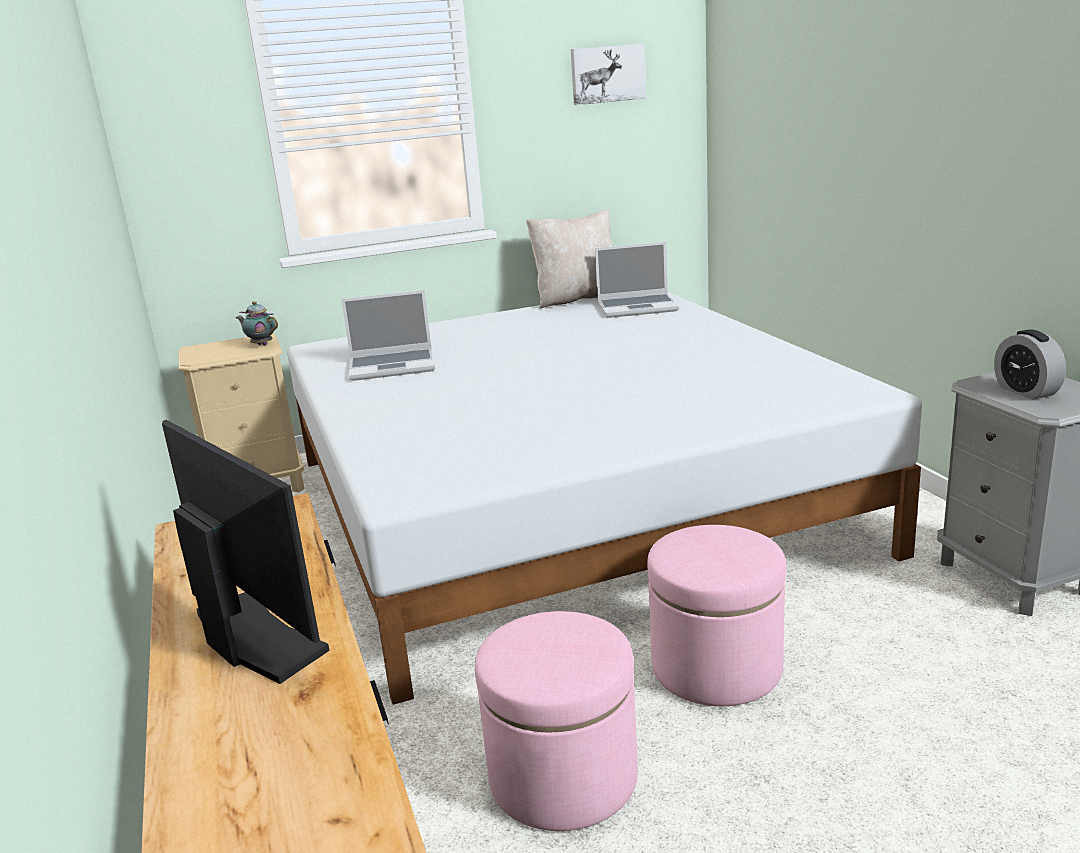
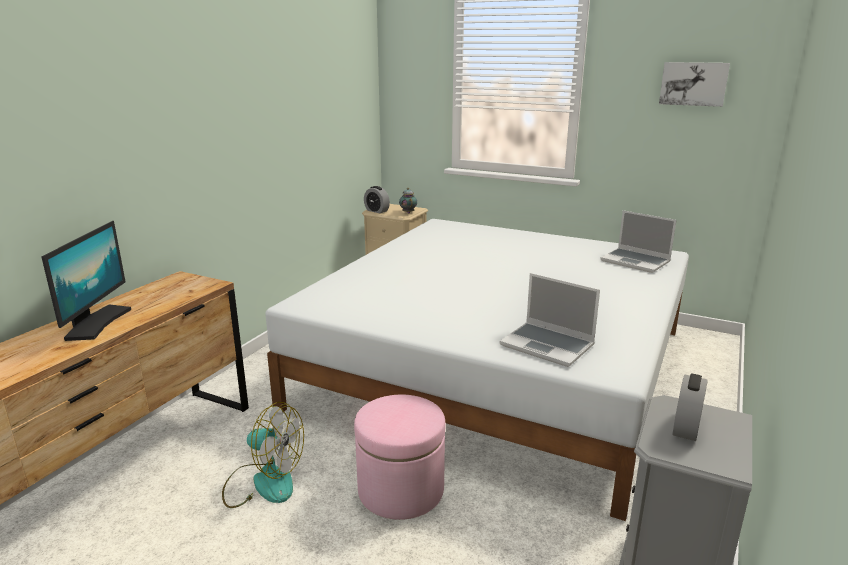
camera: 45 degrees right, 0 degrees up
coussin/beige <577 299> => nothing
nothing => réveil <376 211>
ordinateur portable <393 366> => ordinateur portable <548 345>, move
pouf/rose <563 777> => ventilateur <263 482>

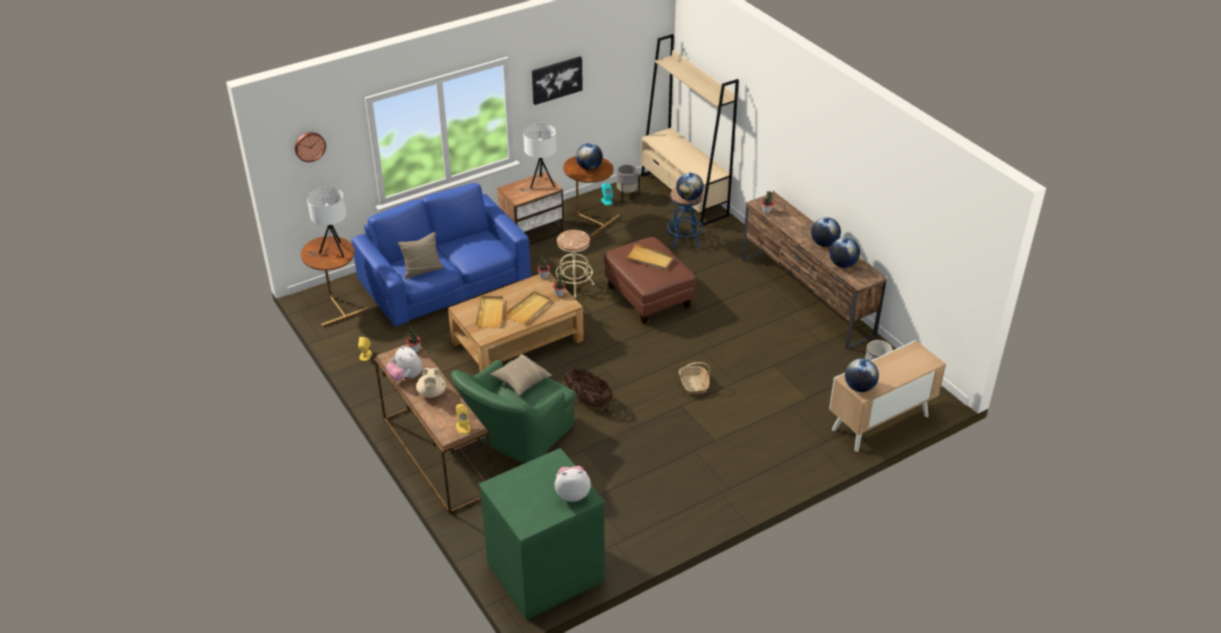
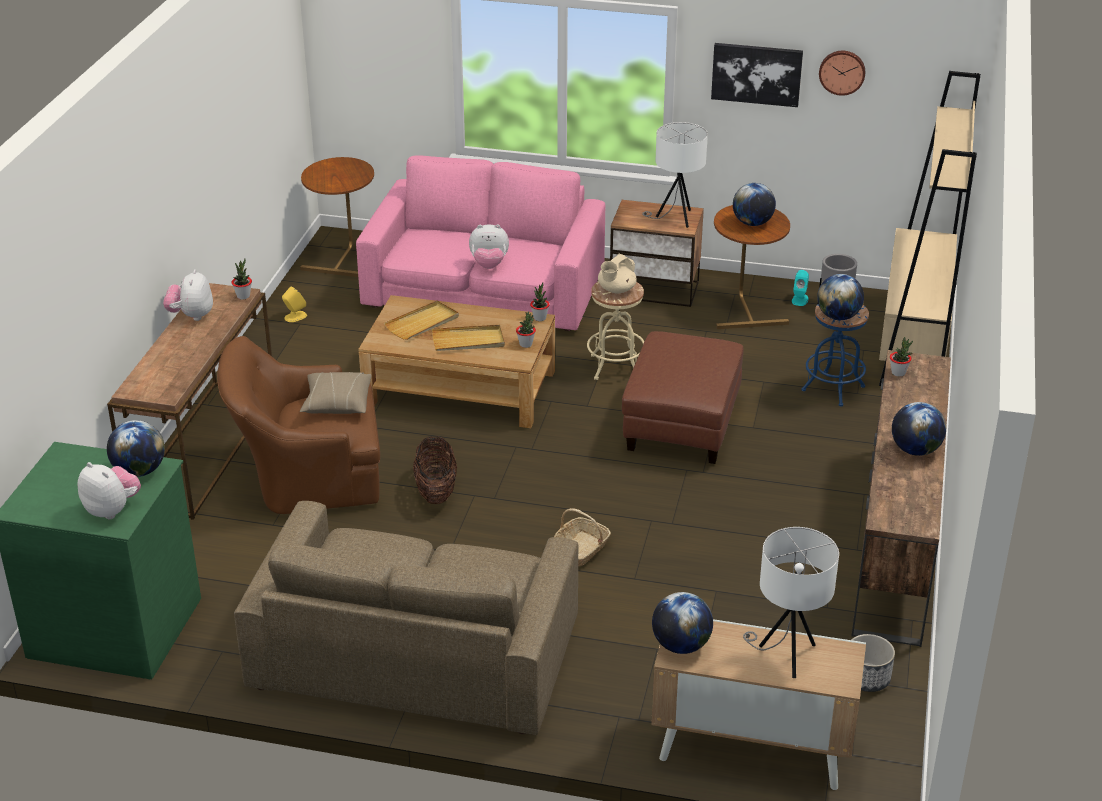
camera: 45 degrees right, 5 degrees down
coussin/beige <422 270> => nothing
enceinte/jaune <463 427> => nothing
plateau/beige <649 259> => nothing
nothing => canapé/marron <415 652>
nothing => peluche <489 265>
horloge murale <309 146> => horloge murale <842 72>, move
lampe de table/blanc <332 252> => lampe de table/blanc <786 655>, move
théière/beige <431 393> => théière/beige <616 290>, move
globe <842 264> => globe <139 471>, move
canapé/bleu <445 280> => canapé/rose <484 289>
fauteuil/vert <515 435> => fauteuil/marron <306 476>

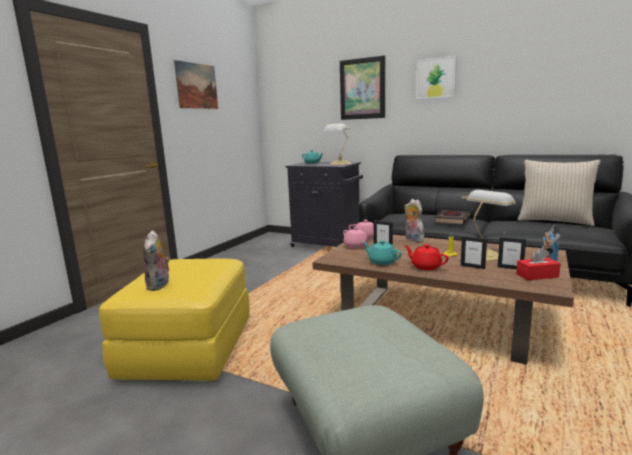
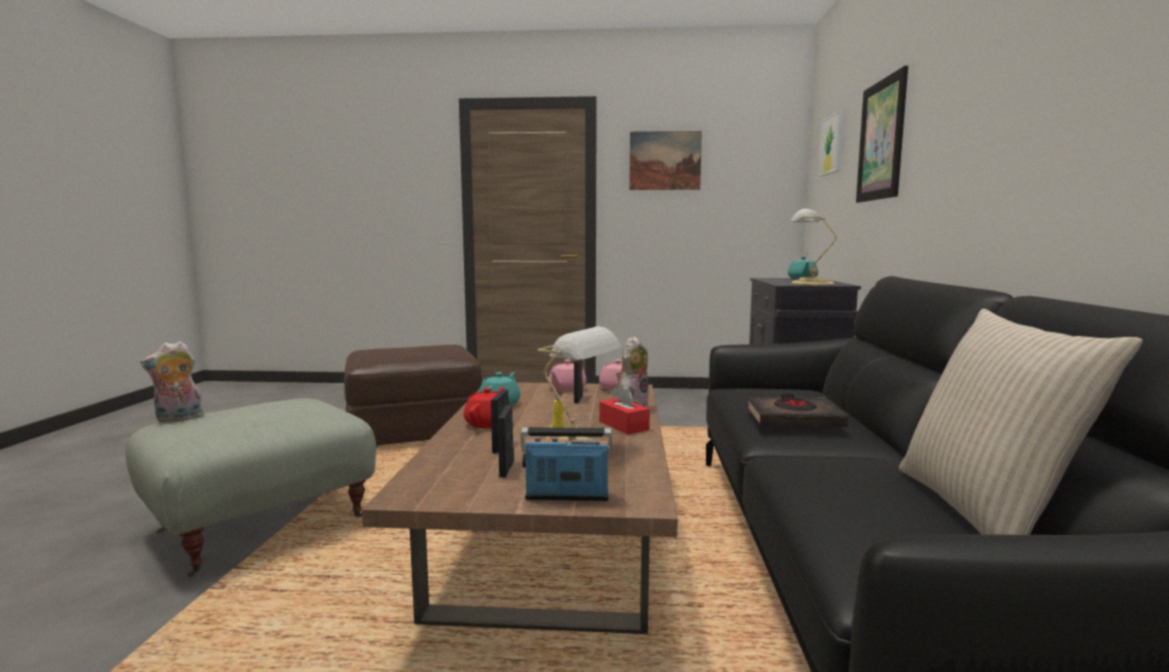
camera: 65 degrees right, 5 degrees down
peluche <159 286> => peluche <178 419>, move
tableau <436 78> => tableau <832 144>, move
boîte à mouchoirs/rouge <537 275> => boîte à mouchoirs/rouge <623 425>, move
pouf/jaune <188 348> => pouf/marron <415 430>

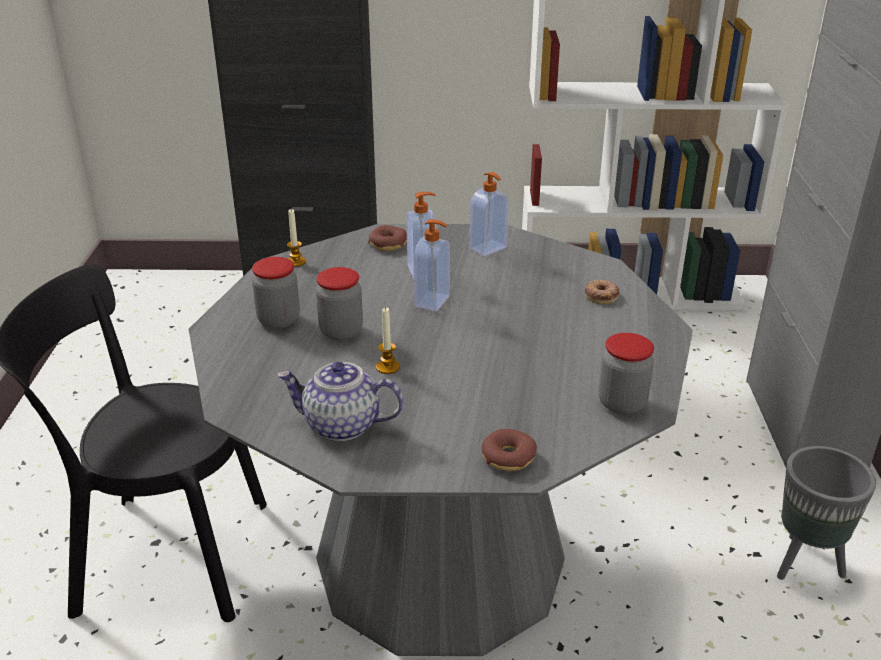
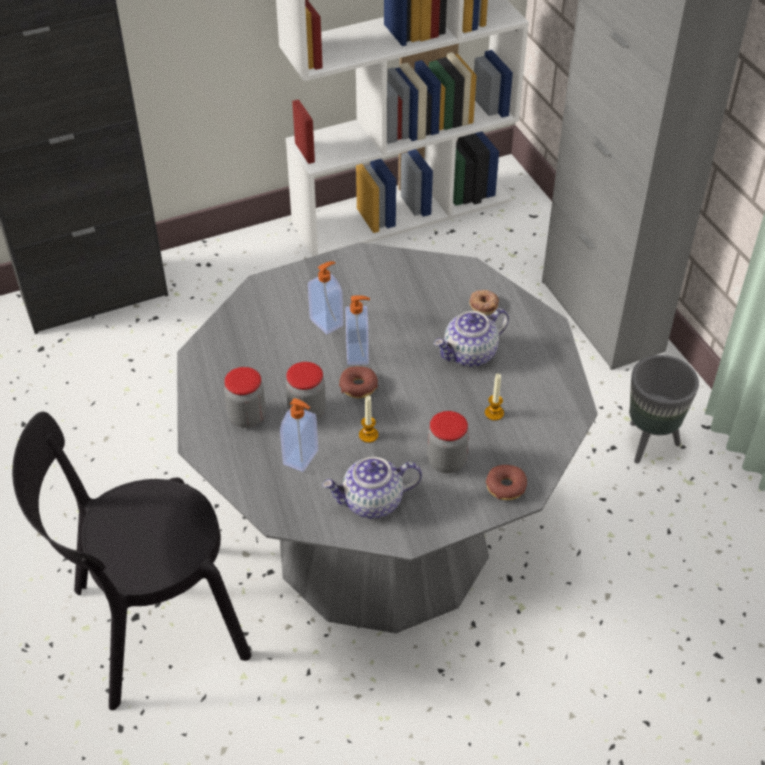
camera: 25 degrees left, 15 degrees up
nothing => théière <470 354>
bougie <296 262> => bougie <494 413>, move
beignet <388 244> => beignet <358 386>, move
distributeur de savon <488 248> => distributeur de savon <302 458>, move
bocal <622 403> => bocal <446 461>, move

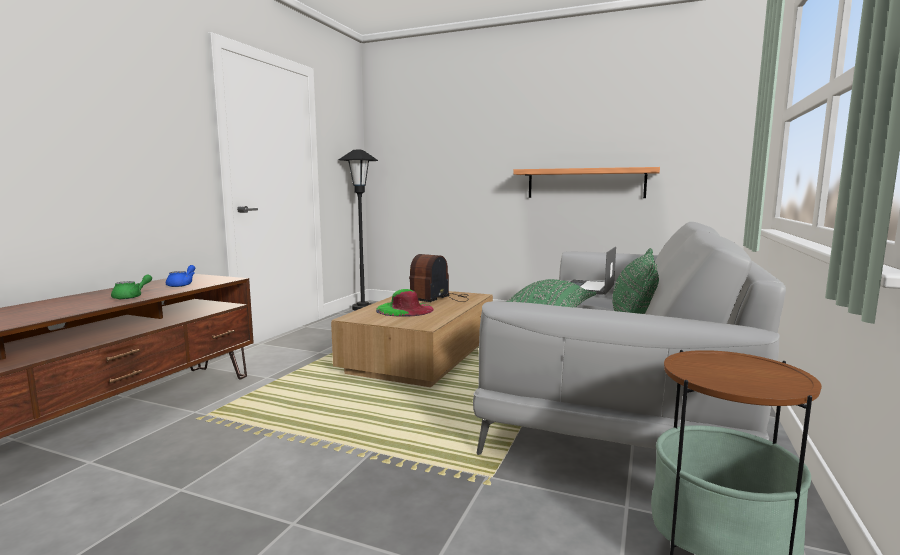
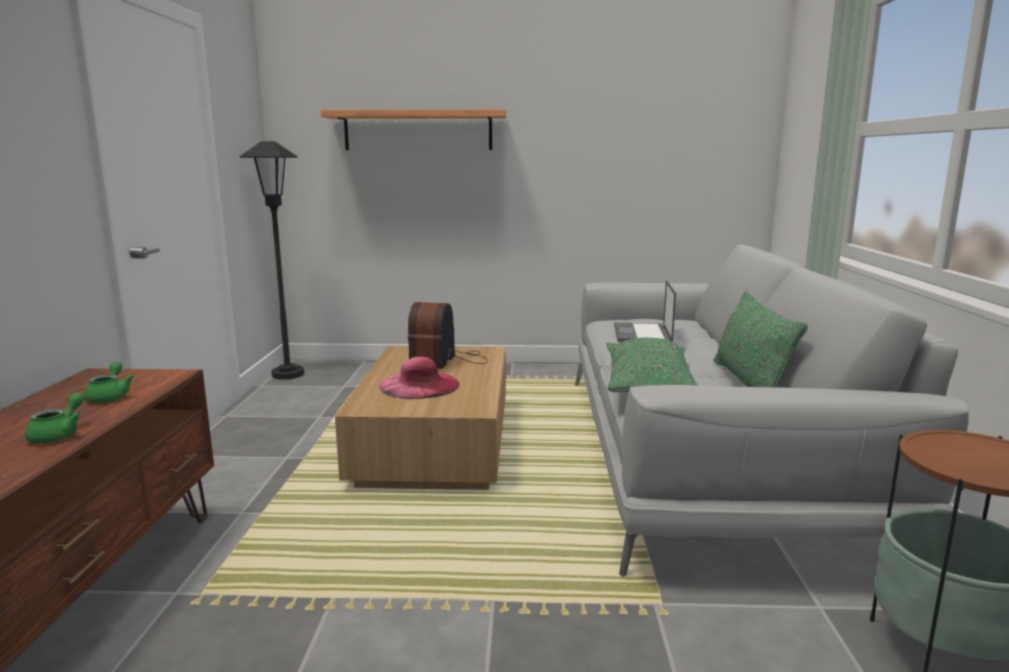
camera: 20 degrees left, 5 degrees up
étagère <585 183> => étagère <418 131>, move
théière/bleu <182 285> => théière/vert <110 396>
chapeau/vert <404 309> => chapeau/rose <419 385>

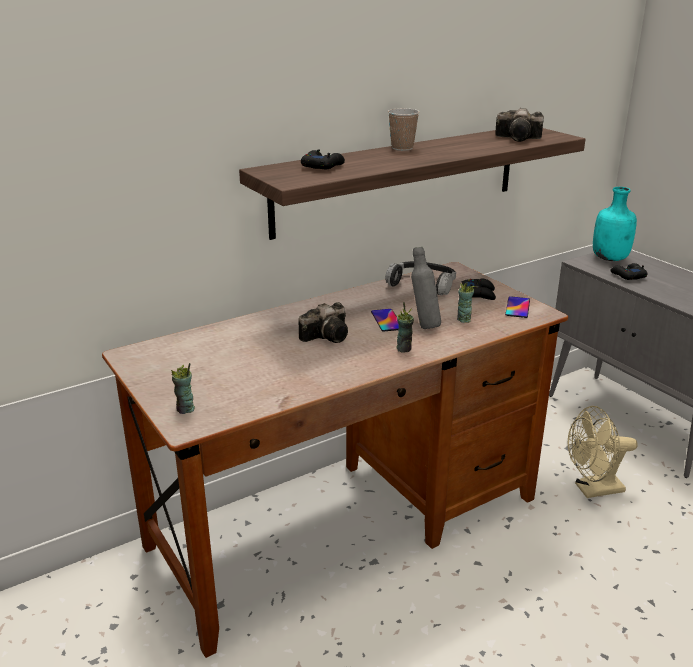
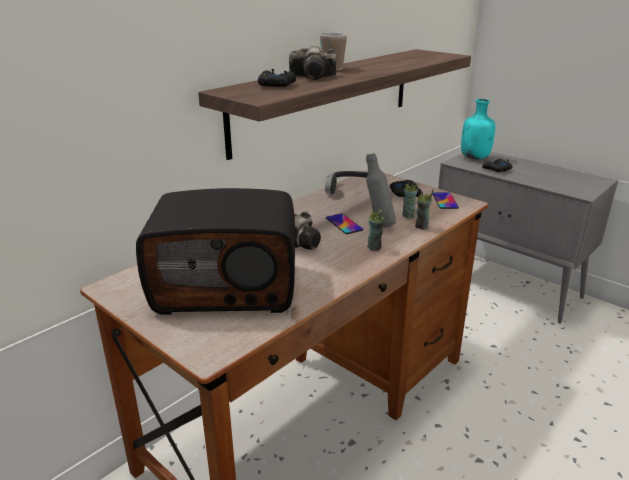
camera: 15 degrees left, 0 degrees up
ventilateur/beige <593 490> => nothing
nothing => radio <227 286>
tasse <185 409> => tasse <421 227>, move
appareil photo <520 138> => appareil photo <315 77>, move

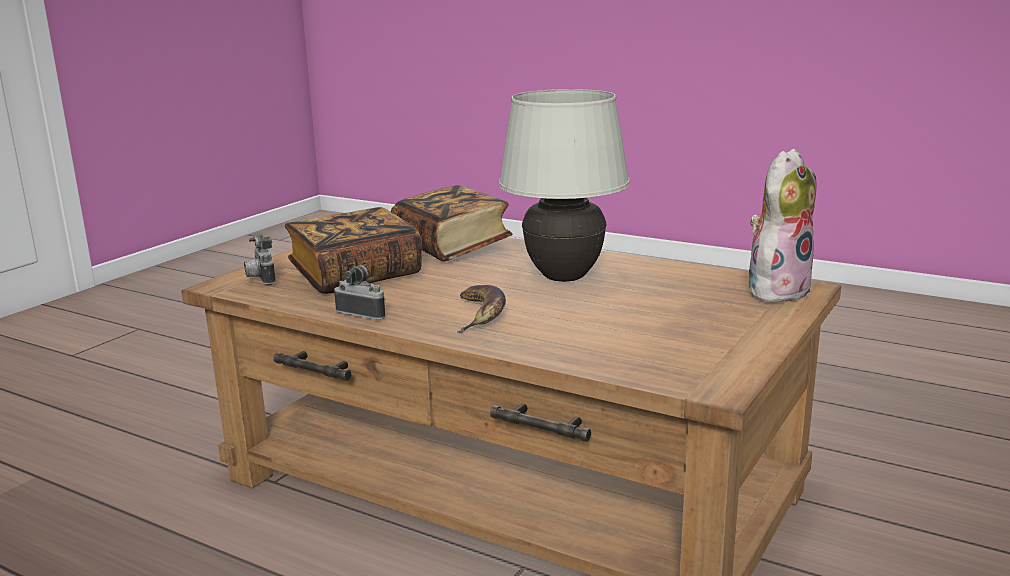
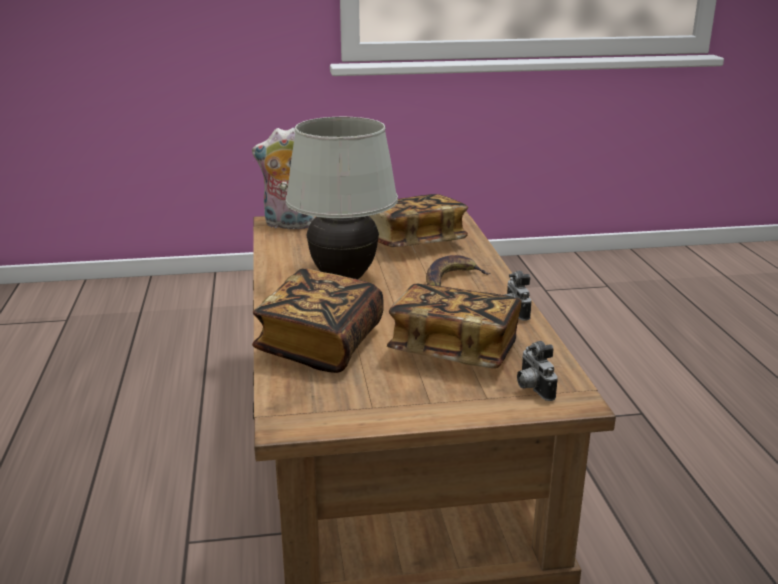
camera: 130 degrees left, 5 degrees up
nothing => livre <413 242>
appareil photo <260 279> => appareil photo <532 389>, 135 degrees clockwise

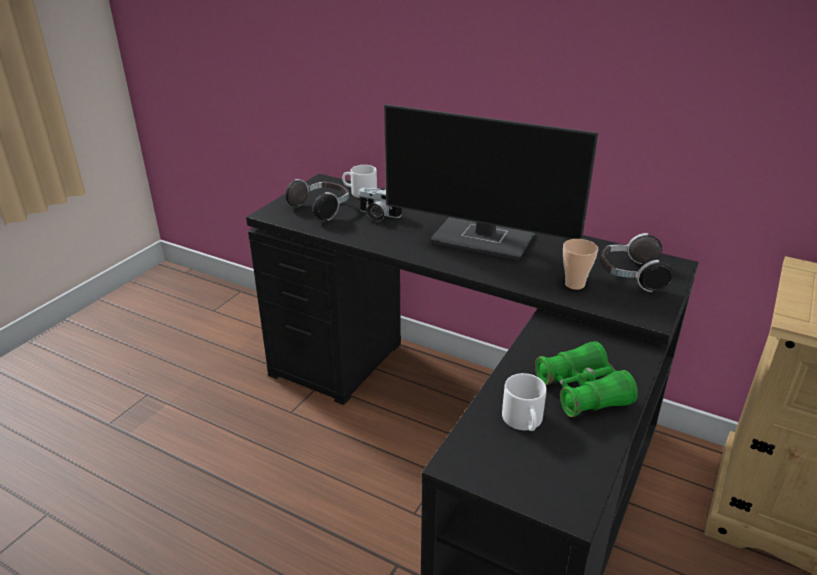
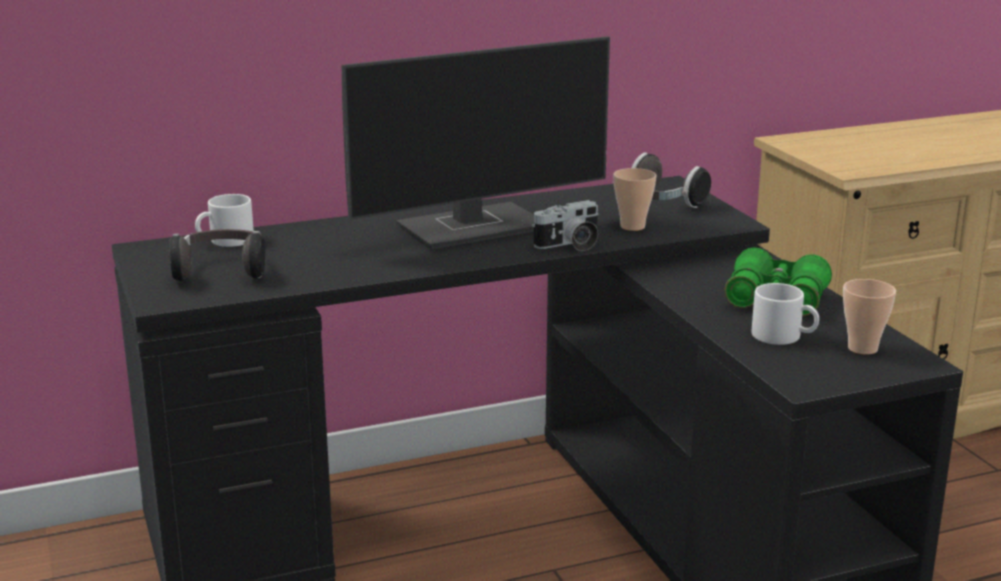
camera: 50 degrees left, 10 degrees down
nothing => tasse <862 348>
appareil photo <378 215> => appareil photo <569 245>, move

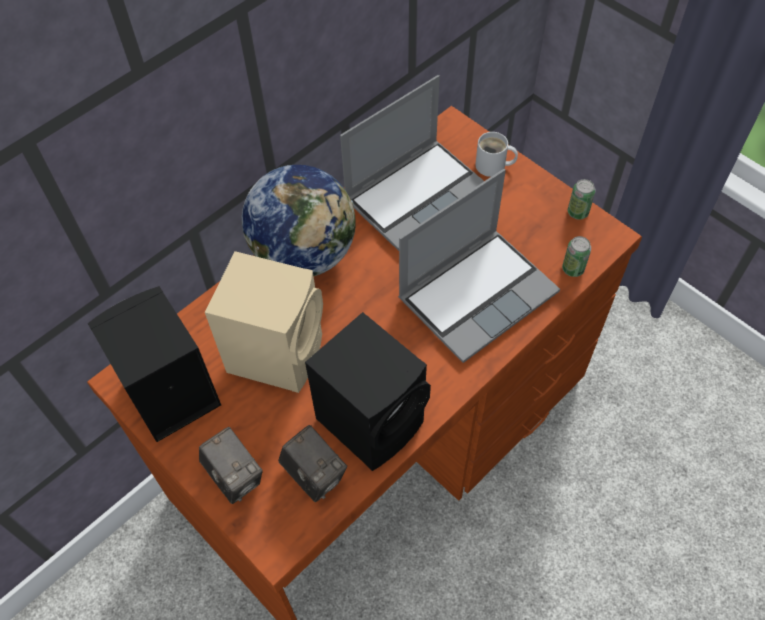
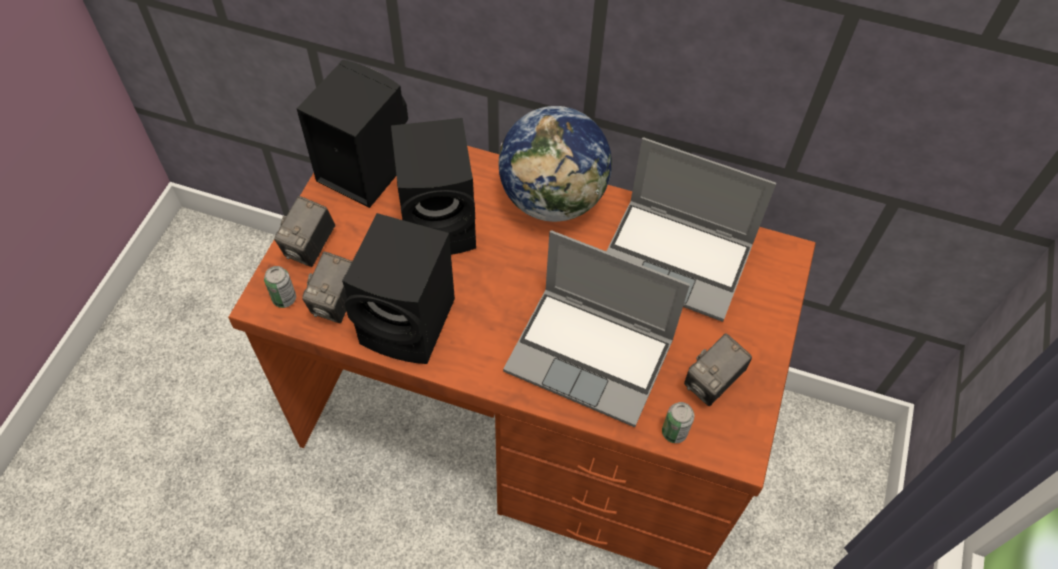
camera: 60 degrees right, 0 degrees up
mug/blanc <493 166> => nothing
nothing => appareil photo <712 383>
boîte métallique <577 212> => boîte métallique <284 299>, move
enceinte/beige <277 351> => enceinte/noir <441 224>

